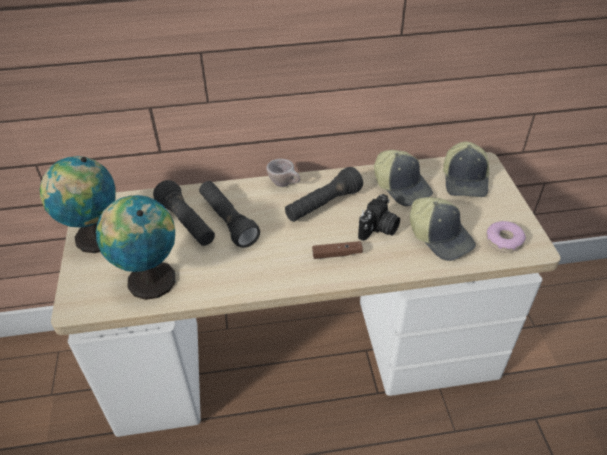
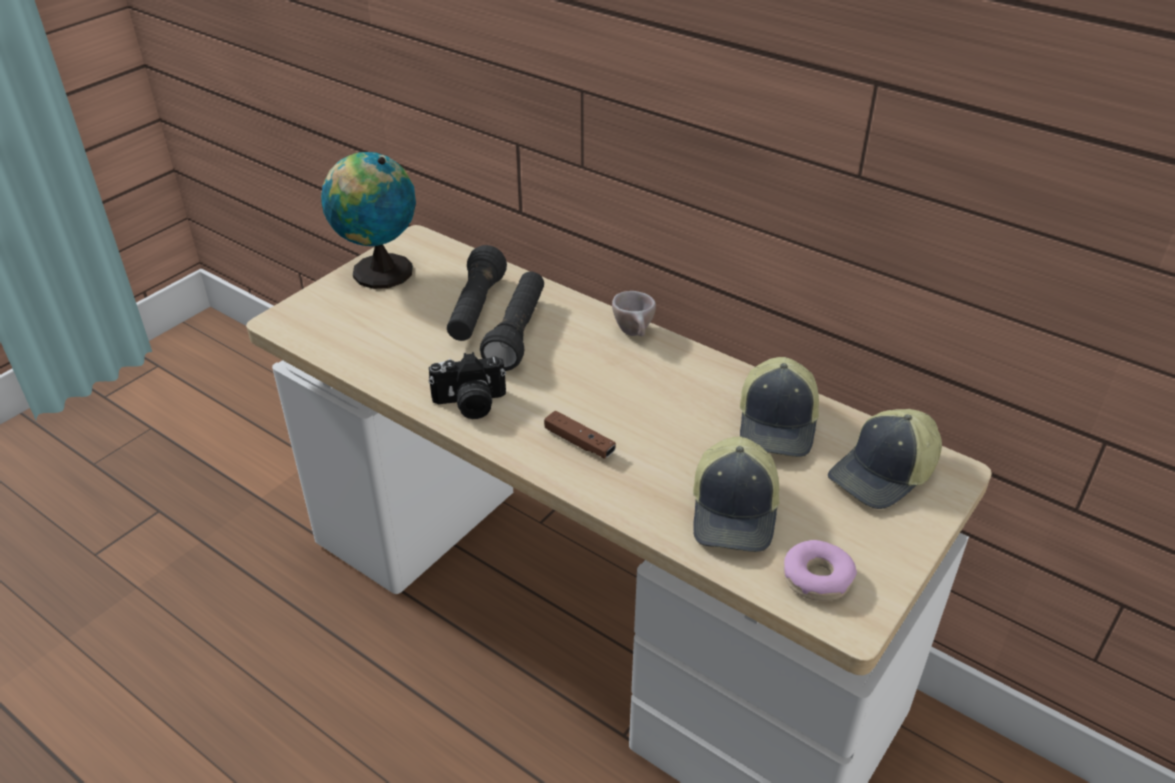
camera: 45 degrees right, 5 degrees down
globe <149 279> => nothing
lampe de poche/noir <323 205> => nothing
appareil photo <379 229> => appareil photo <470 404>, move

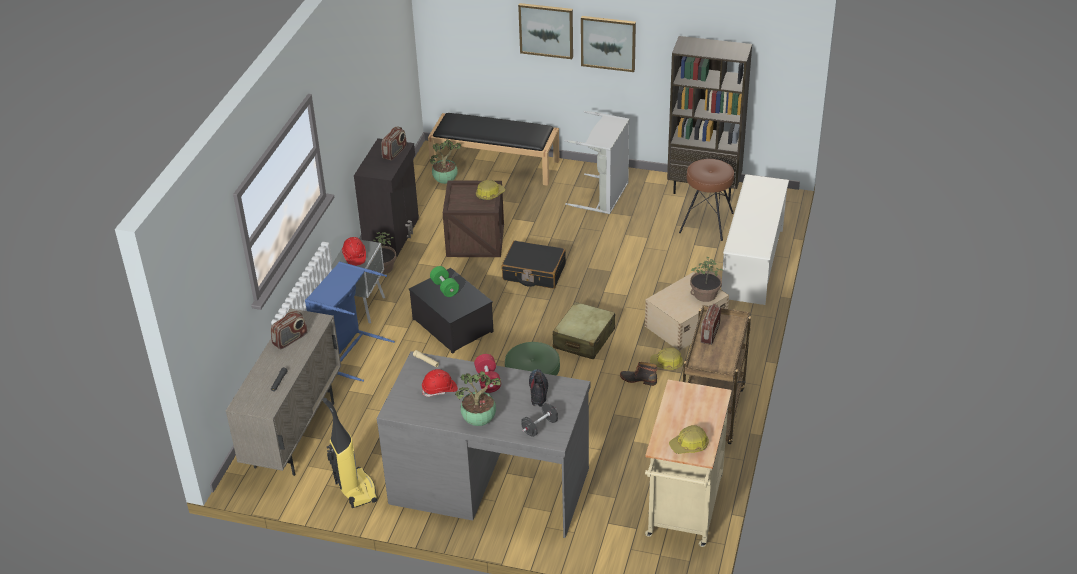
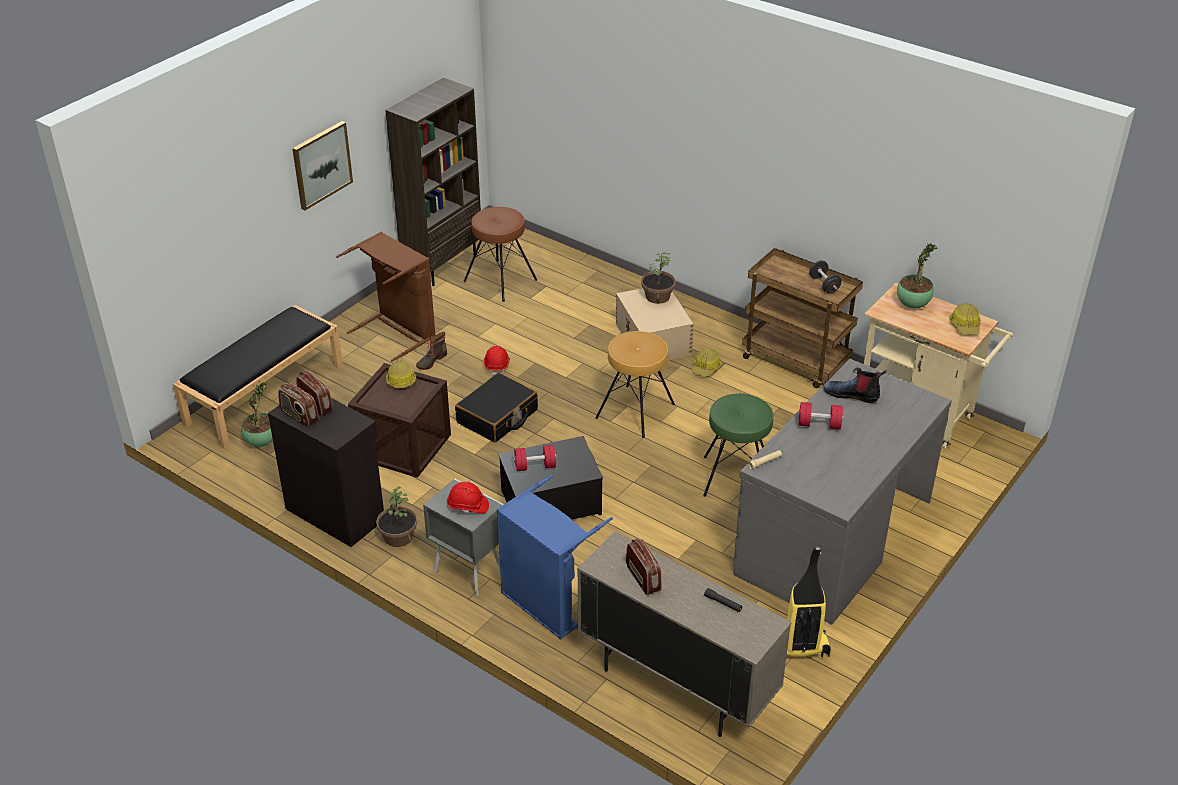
camera: 70 degrees left, 0 degrees up
tableau <546 30> => nothing
étagère à chaussures/blanc <752 263> => nothing
casque de chantier/rouge <440 390> => casque de chantier/rouge <497 365>, move
plante en pot <480 420> => plante en pot <912 304>, move
haltère/noir <539 427> => haltère/noir <824 285>, move
botte <638 379> => botte <431 361>, move
radio <709 334> => radio <299 417>, move
valise/beige <583 339> => tabouret/marron <635 411>
haltère/vert <445 288> => haltère/rouge <535 466>
panier à linge/gris <604 196> => panier à linge/marron <398 331>

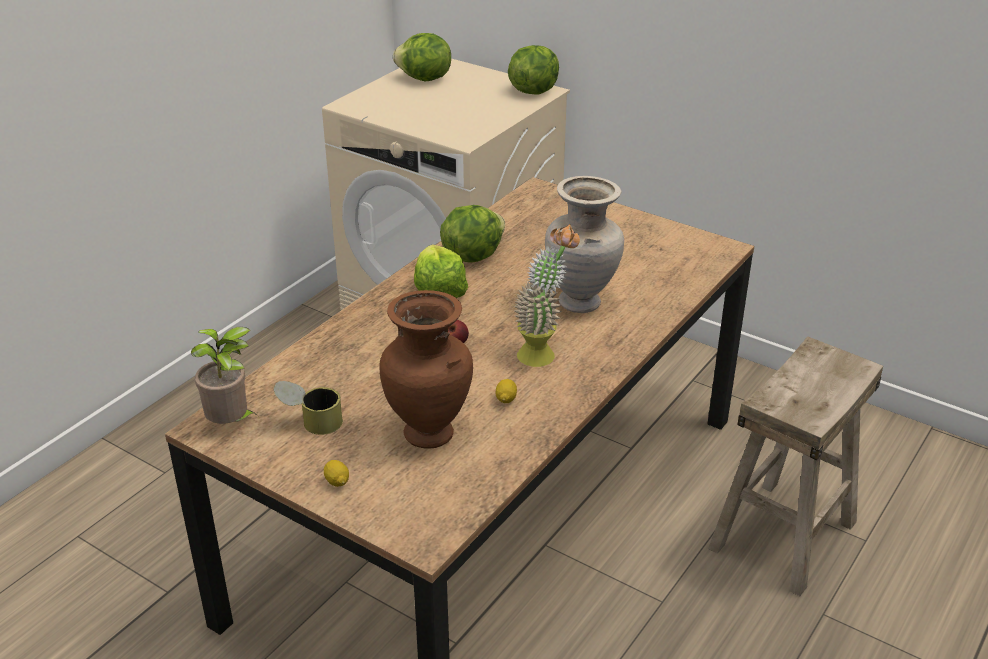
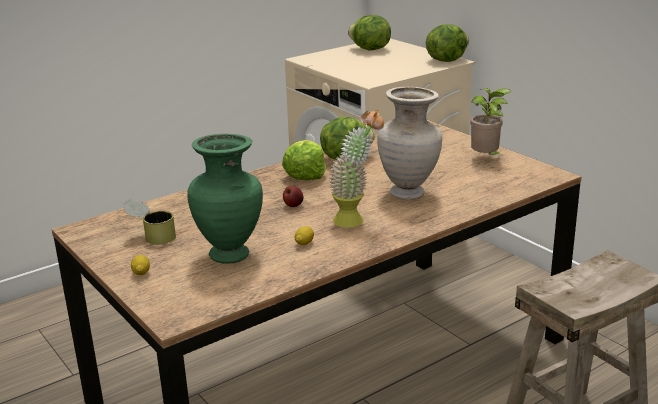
camera: 20 degrees right, 10 degrees down
plante en pot <231 424> => plante en pot <486 158>, move
vase/marron <430 433> => vase/vert <231 255>

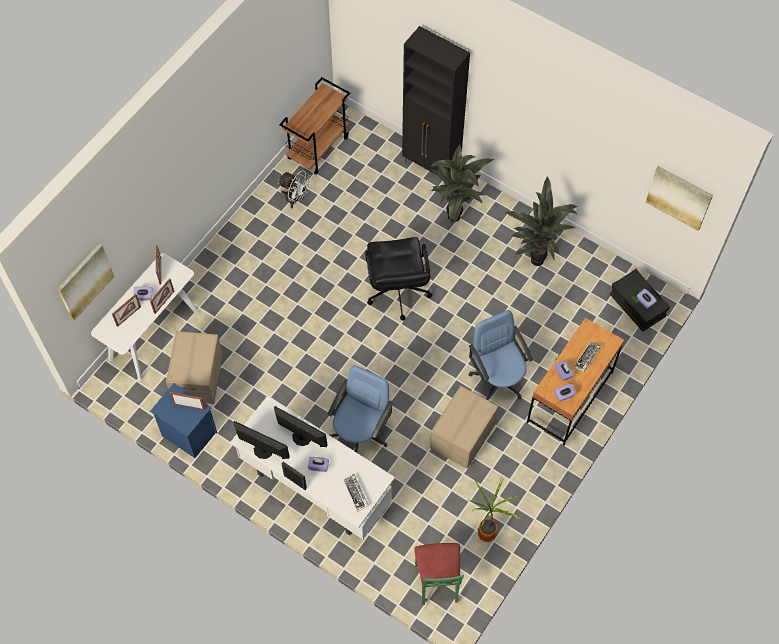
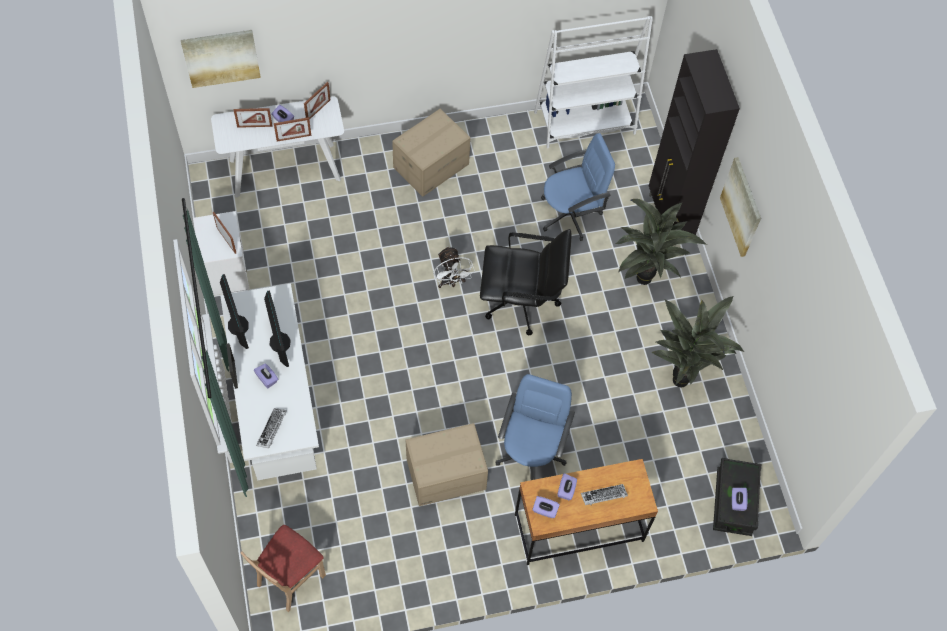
camera: 40 degrees right, 0 degrees up
plante en pot <487 535> => nothing
carton <197 376> => carton <431 165>, move
ventilateur/blanc <296 199> => ventilateur/blanc <451 282>, move
chaise de bureau/bleu <360 432> => chaise de bureau/bleu <570 214>, move
tableau <679 197> => tableau <742 207>, move
chariot/marron <318 147> => bibliothèque/blanc <584 123>
table de chevet/bleu <188 434> => table de chevet/blanc <226 271>
chaise/vert <437 582> => chaise/beige <290 578>
chaise de bureau/noir <397 292> => chaise de bureau/noir <521 302>, 120 degrees counterclockwise

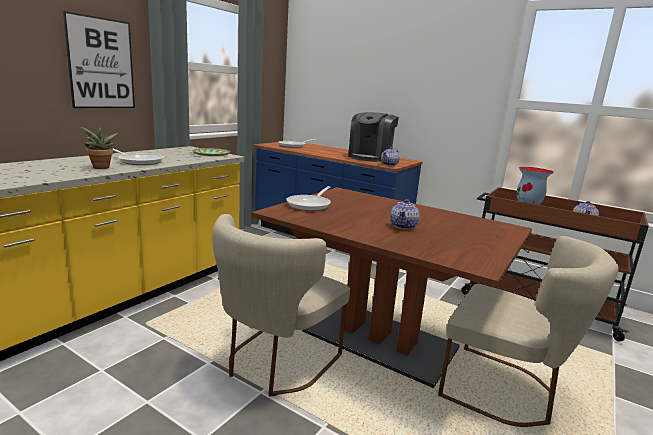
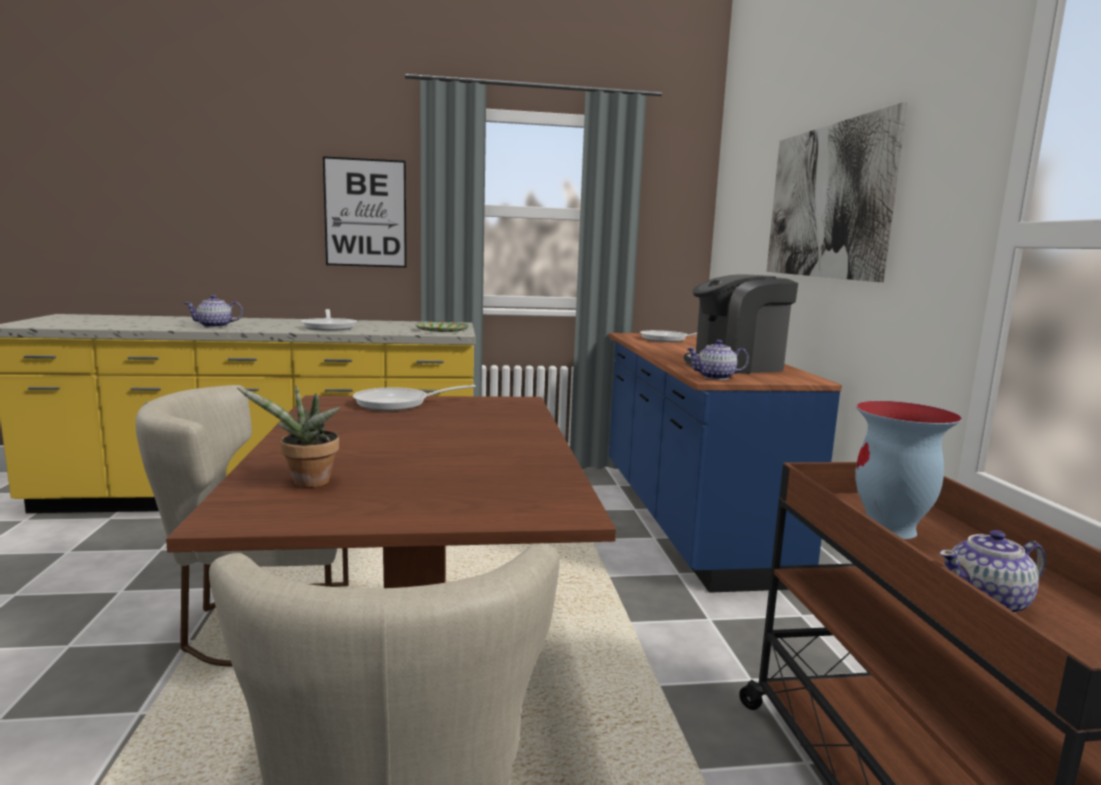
camera: 50 degrees right, 5 degrees down
nothing => tableau <827 202>
plante en pot <101 168> => plante en pot <307 483>, move
théière <403 226> => théière <215 326>, move

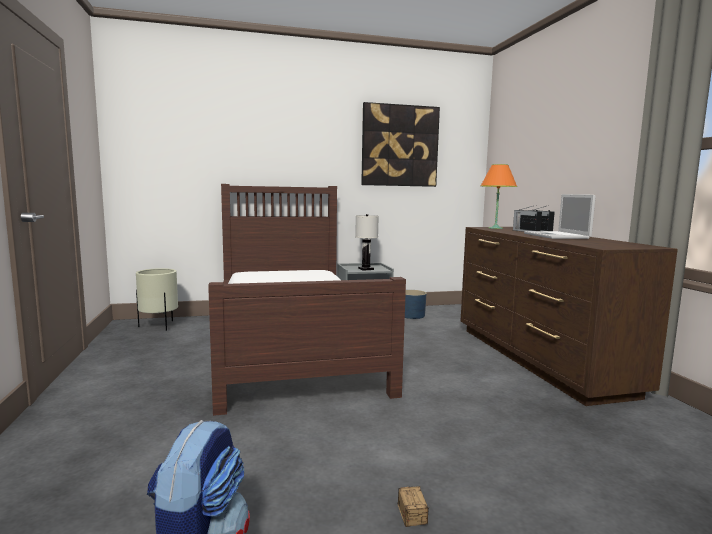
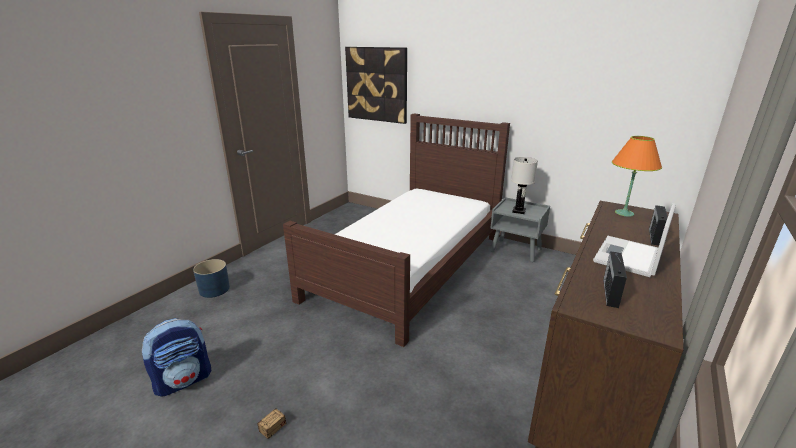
camera: 45 degrees right, 15 degrees up
cache-pot/beige <159 326> => nothing
tableau <399 146> => tableau <377 84>, move
cache-pot/bleu <412 315> => cache-pot/bleu <214 289>, move
radio <525 231> => radio <610 292>, move

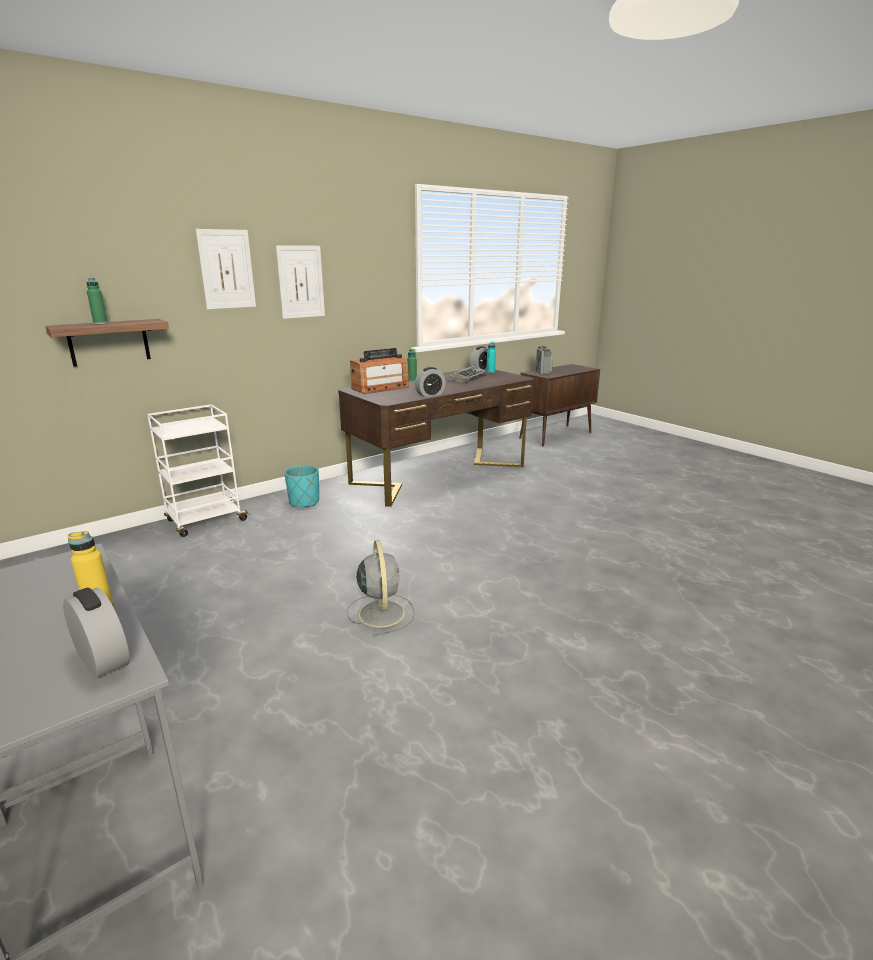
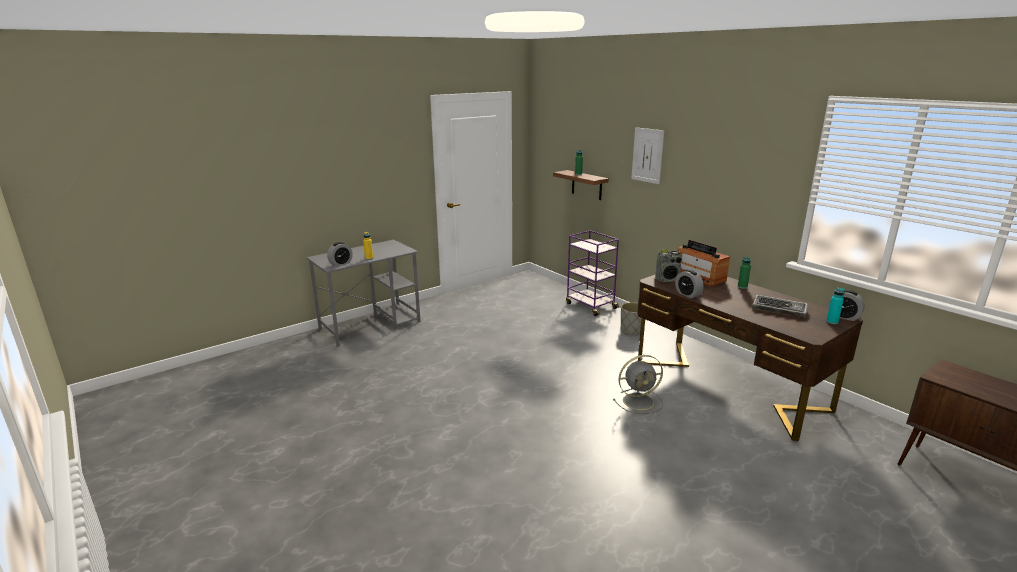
camera: 90 degrees right, 0 degrees up
tableau <301 282> => nothing
ventilateur/gris <381 612> => ventilateur/gris <639 401>, move
radio <543 372> => radio <667 279>, move
chariot/blanc <205 521> => chariot/violet <590 305>
cache-pot/turquoise <304 502> => cache-pot/gris <632 330>

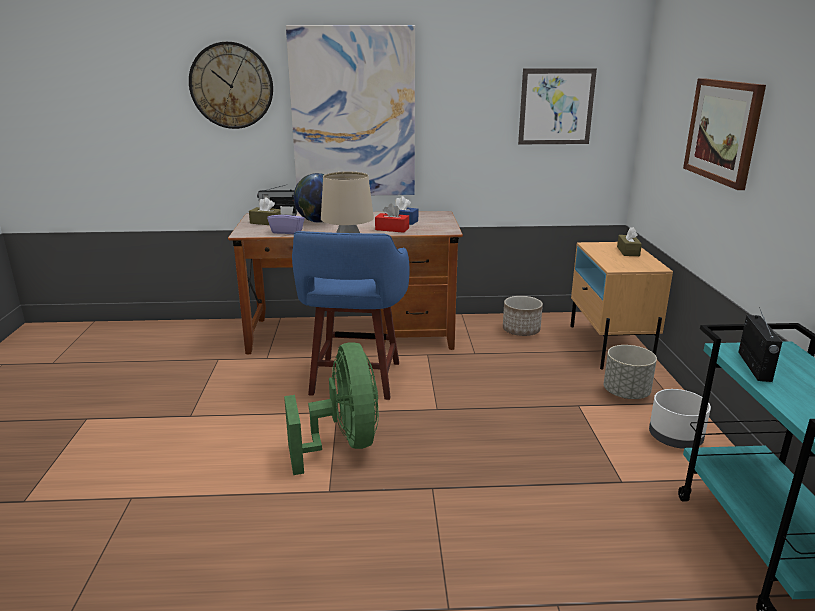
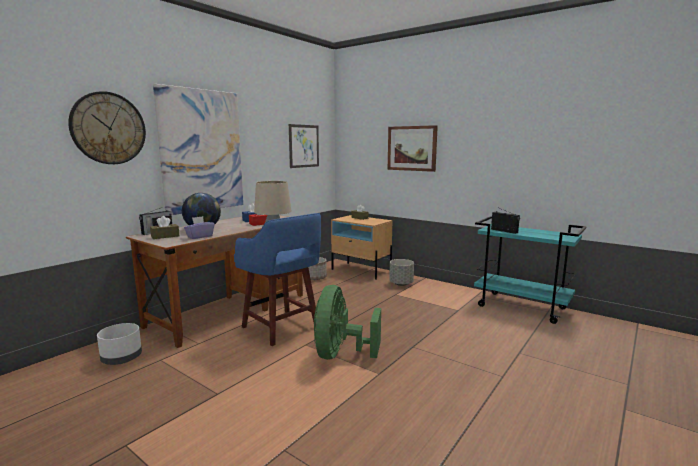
camera: 50 degrees left, 10 degrees down
cache-pot/blanc <675 437> => cache-pot/blanc <121 358>, move
ventilateur/vert <343 444> => ventilateur/vert <340 354>, 105 degrees counterclockwise

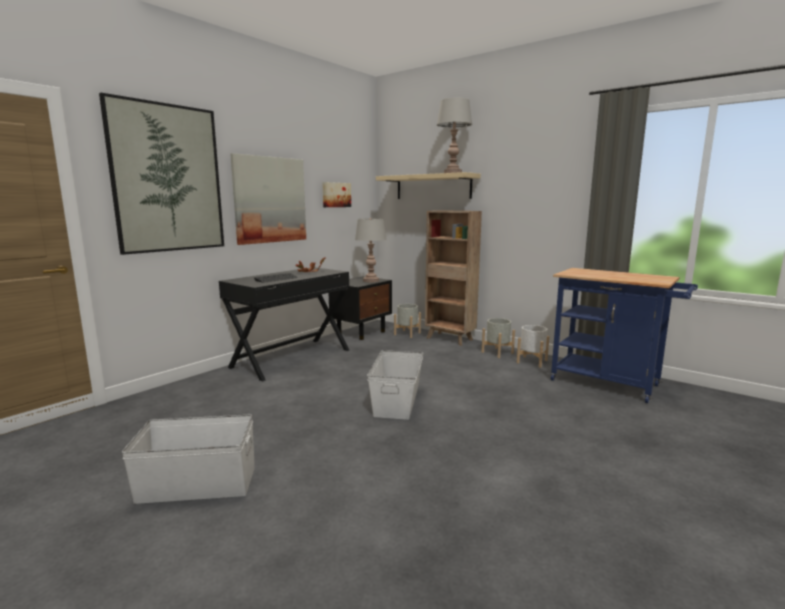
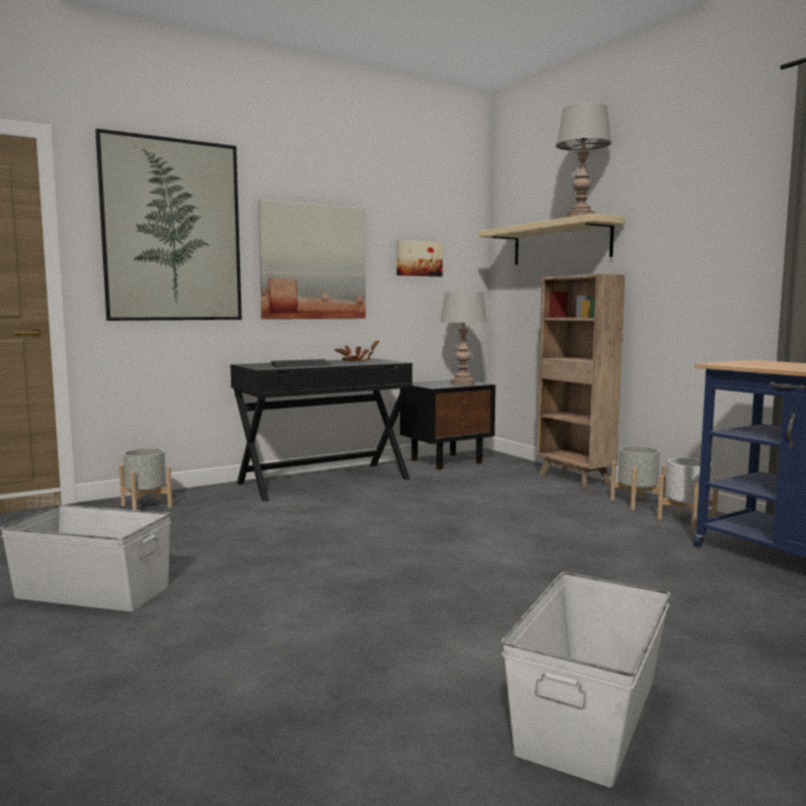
camera: 20 degrees right, 5 degrees down
boîte de rangement/blanc <397 401> => boîte de rangement/blanc <590 716>, move
cache-pot/gris <407 334> => cache-pot/gris <146 506>, move

